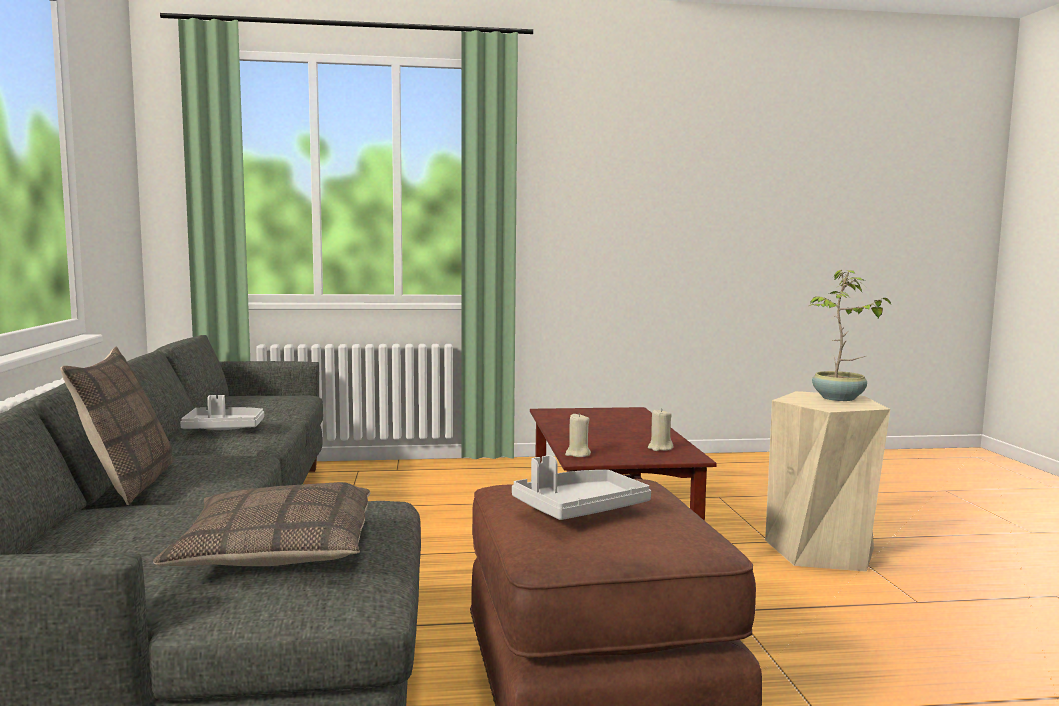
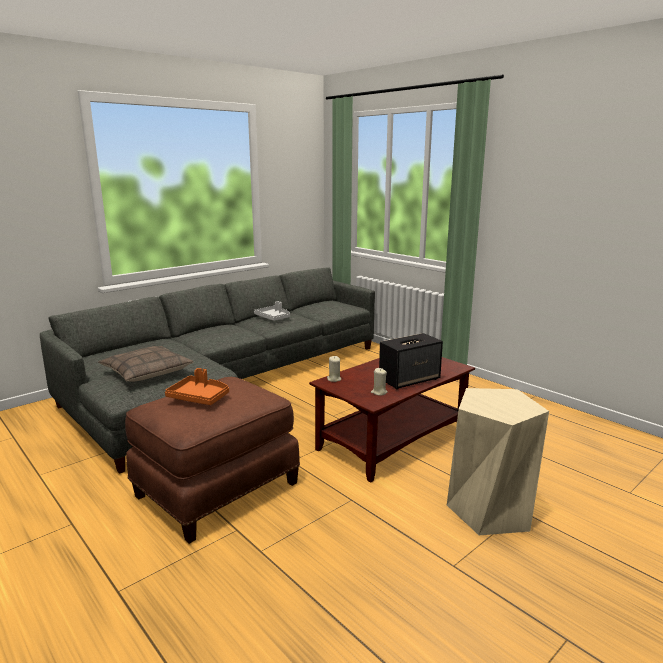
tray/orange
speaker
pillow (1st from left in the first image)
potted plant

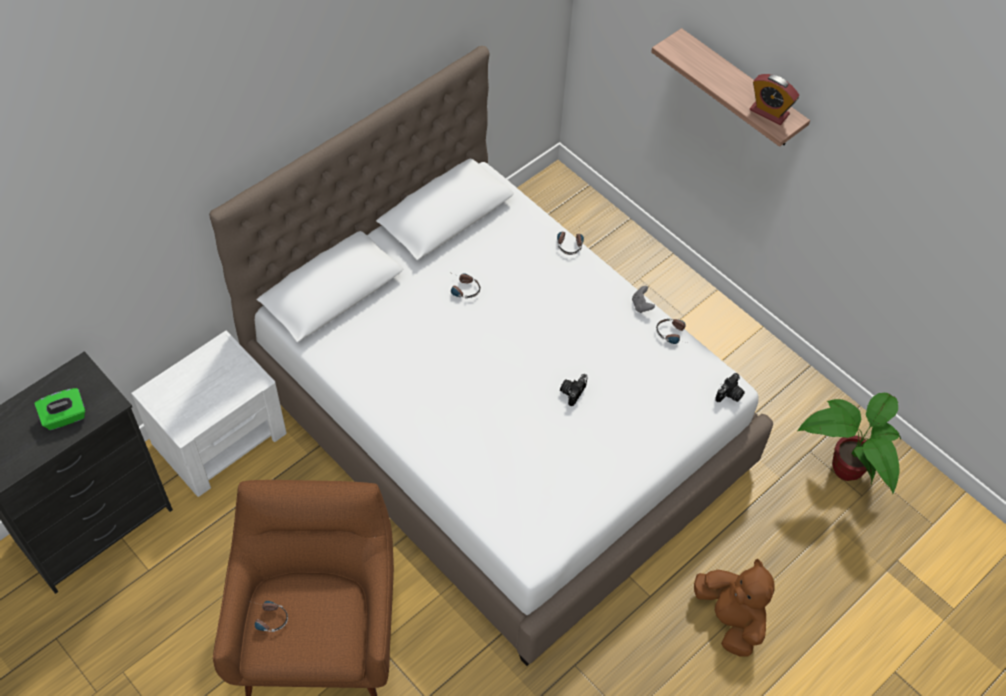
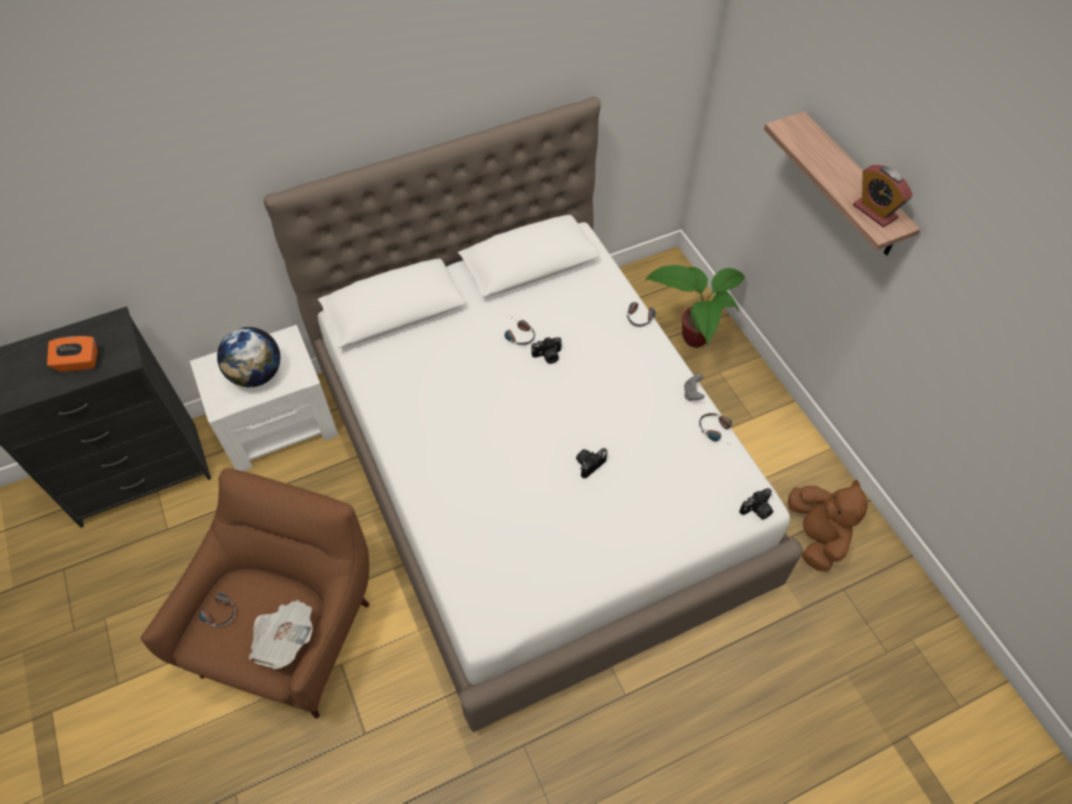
tissue box/orange
globe
newspaper
photo camera (1st from left)
potted plant
plush toy/brown

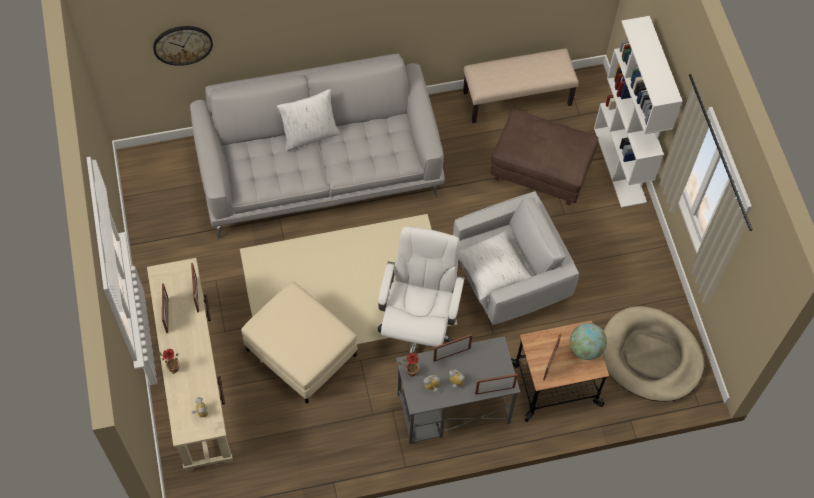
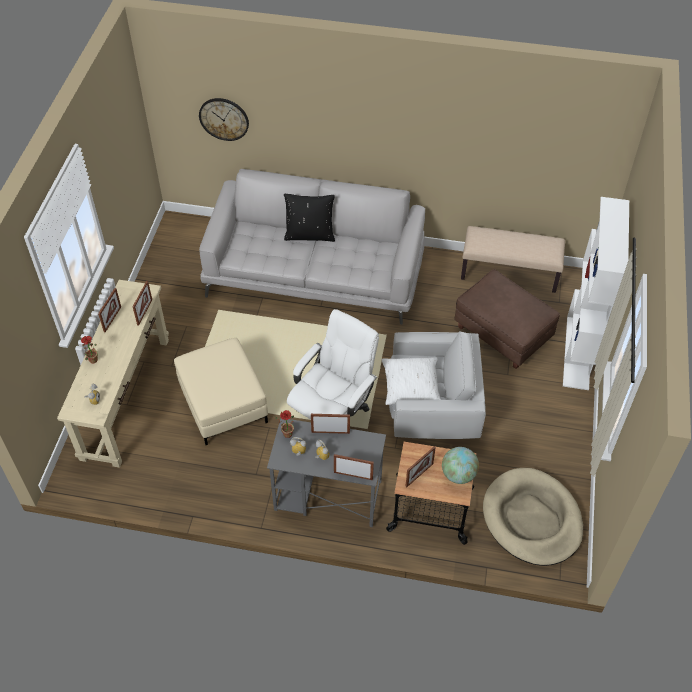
pillow/black

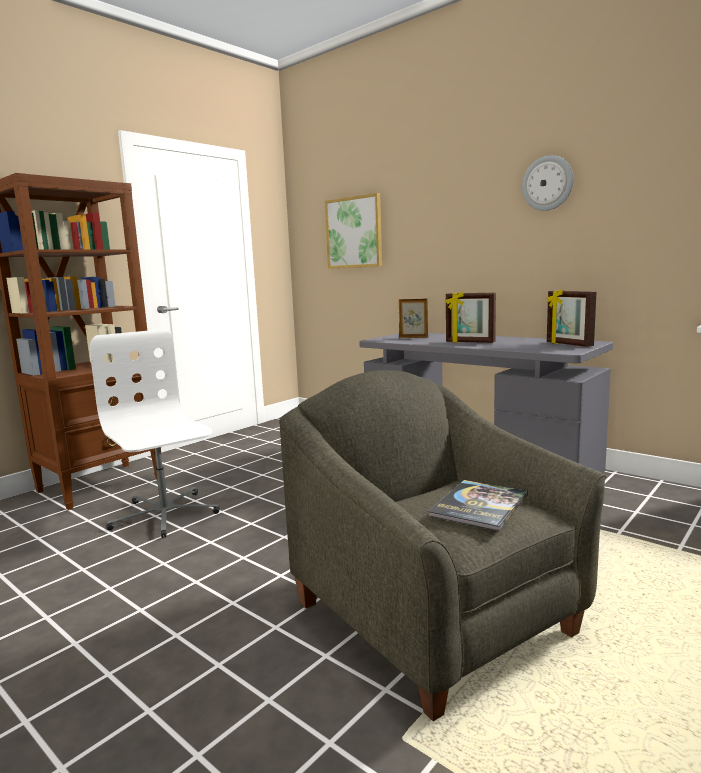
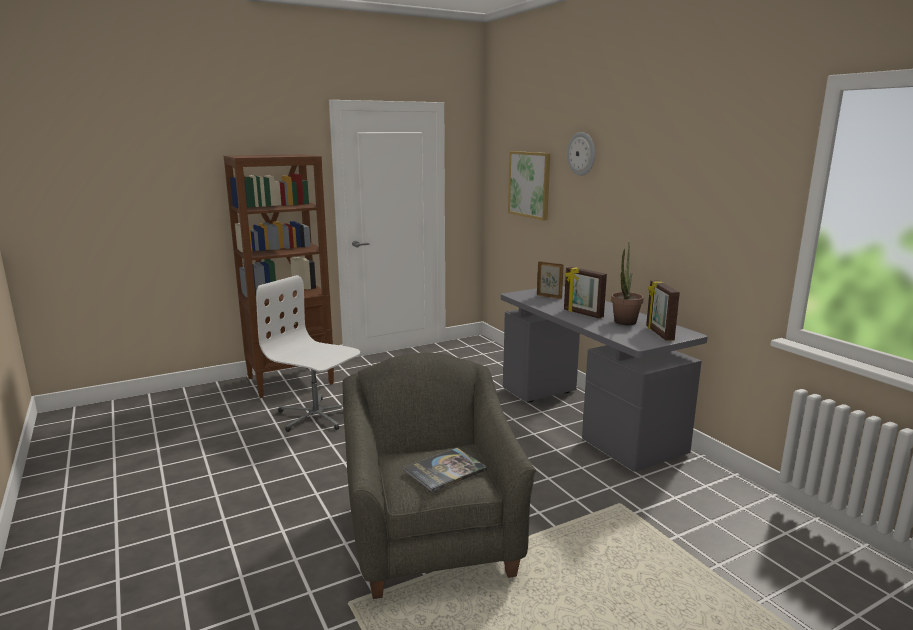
office chair/white
wall clock
potted plant

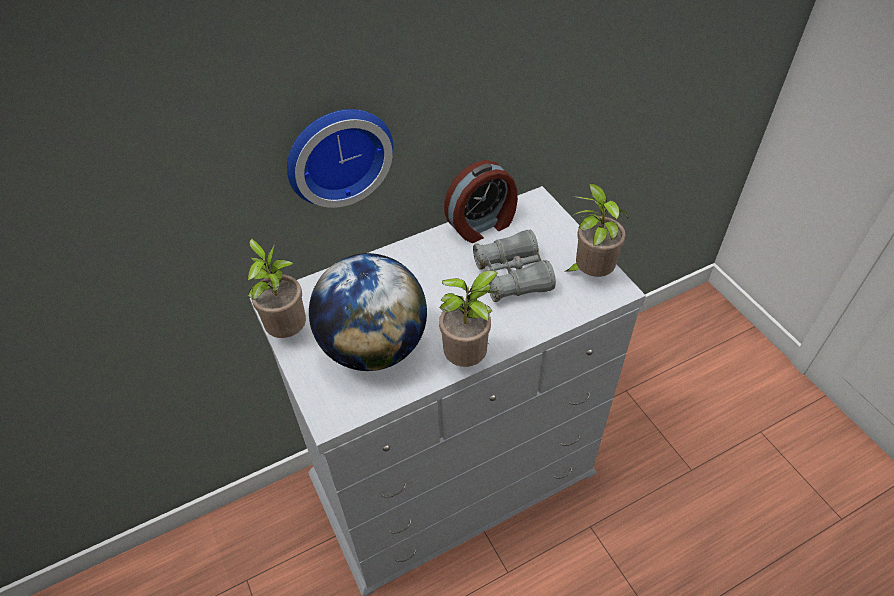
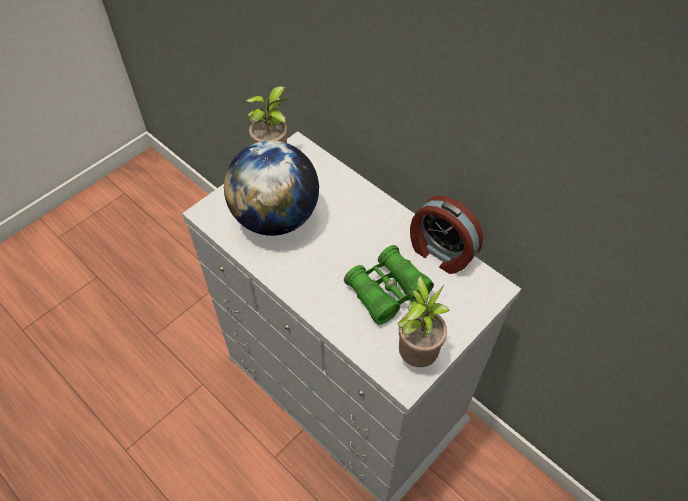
binoculars/green
wall clock
potted plant (2nd from left in the first image)

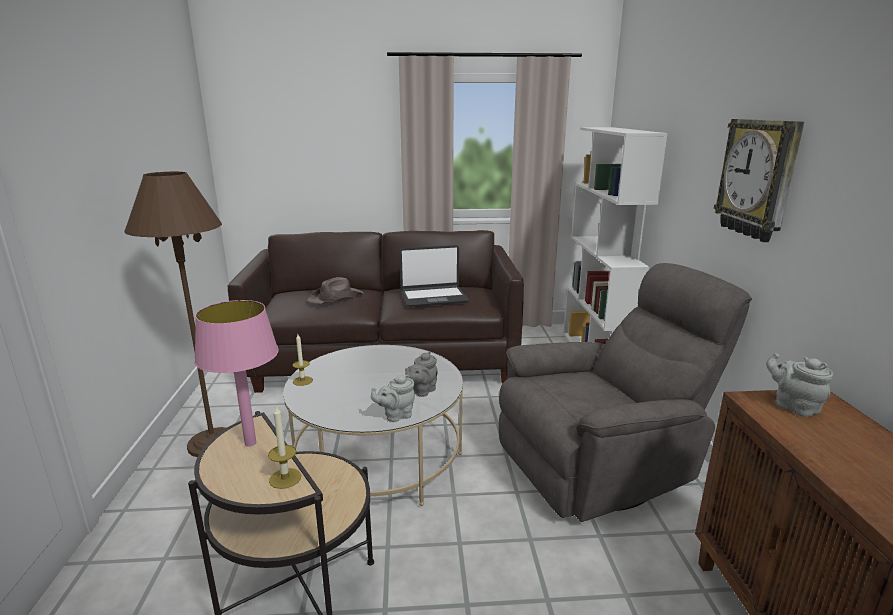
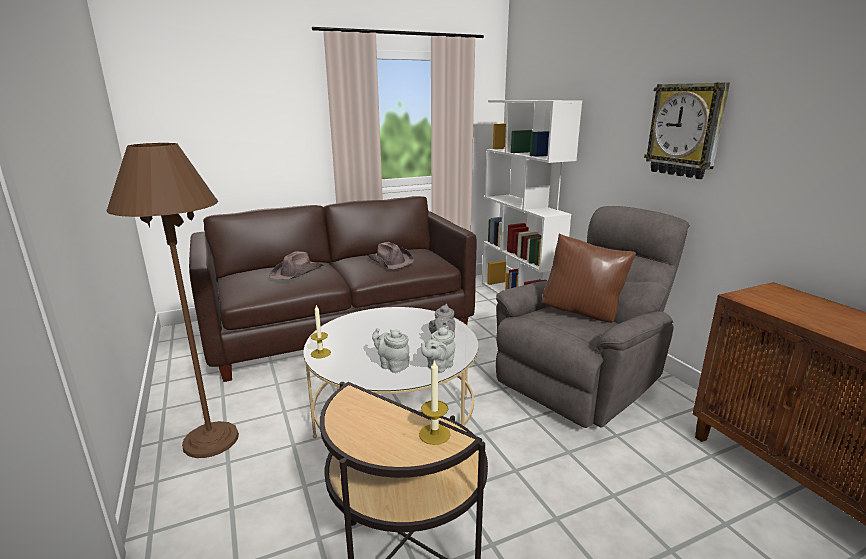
hat/brown (2nd from left)
teapot/grey (1st from left)
pillow/brown
table lamp/pink

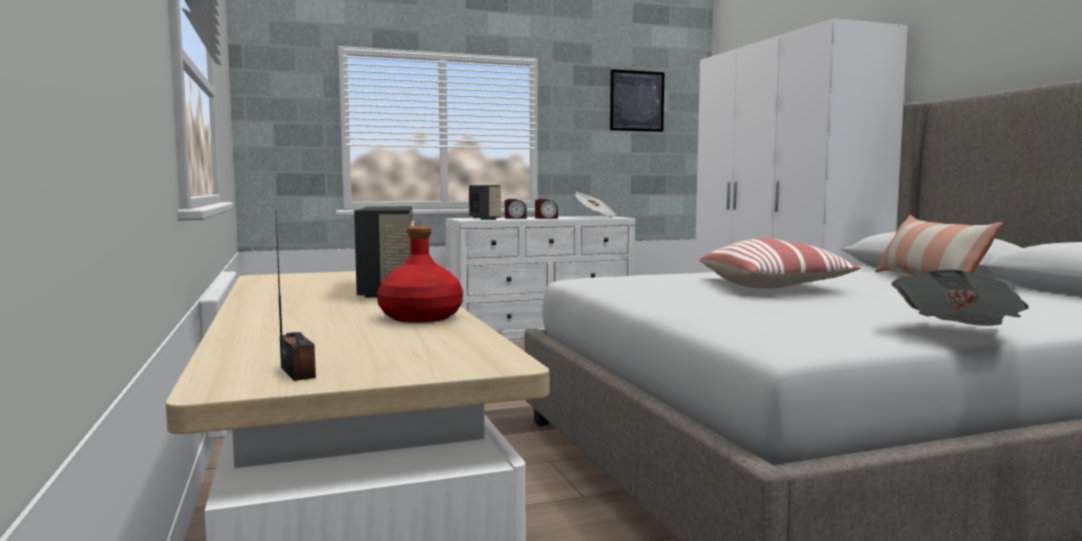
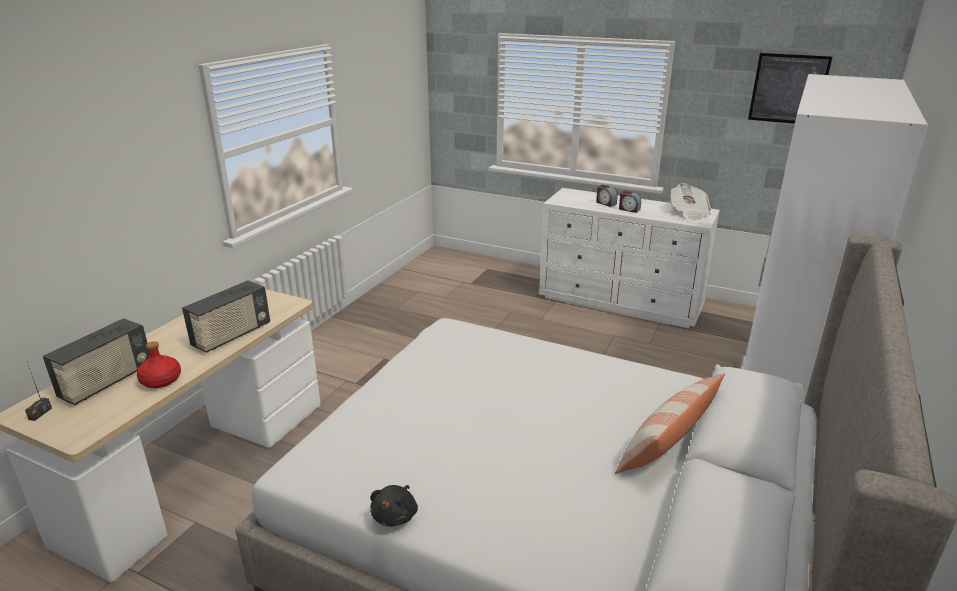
radio (2nd from left)
plush toy/black
pillow (1st from left in the first image)

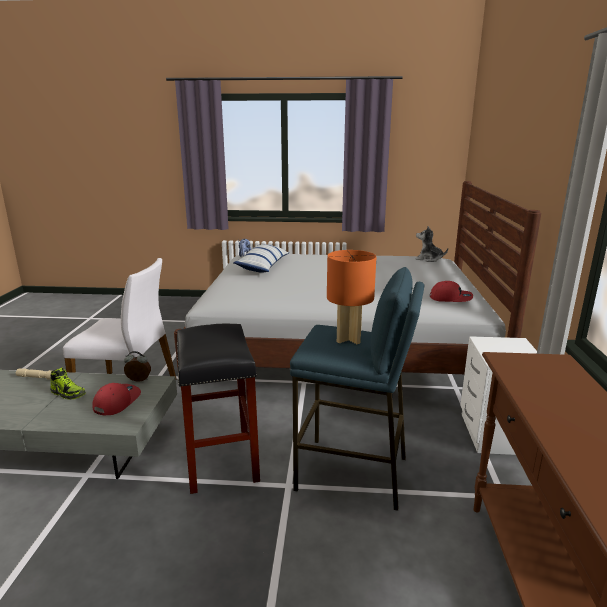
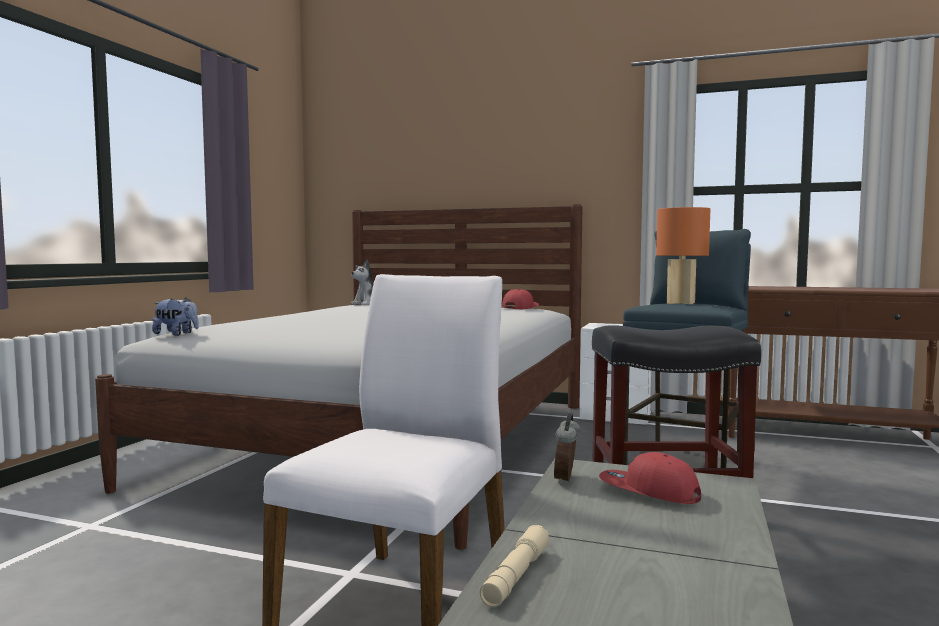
shoe
pillow

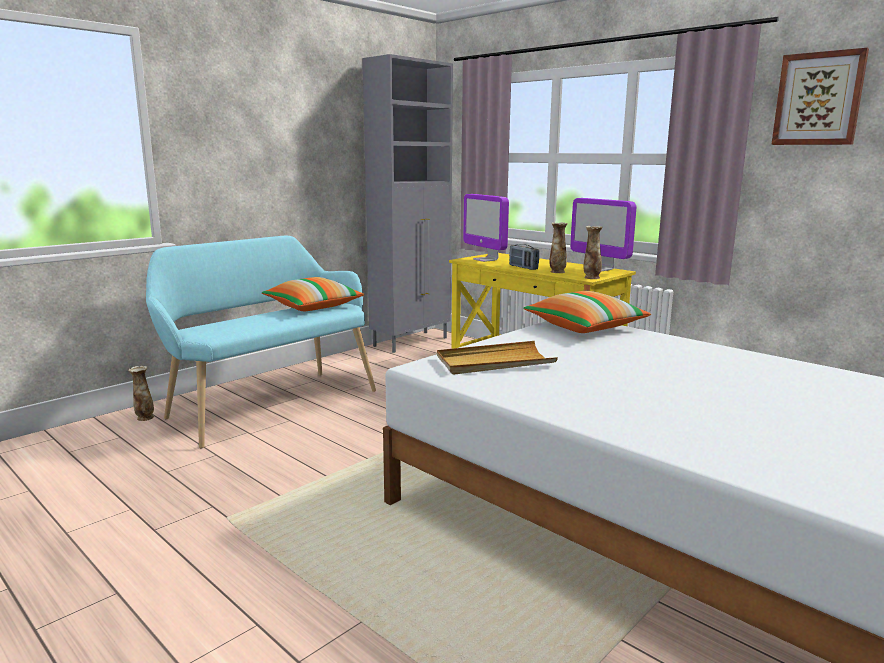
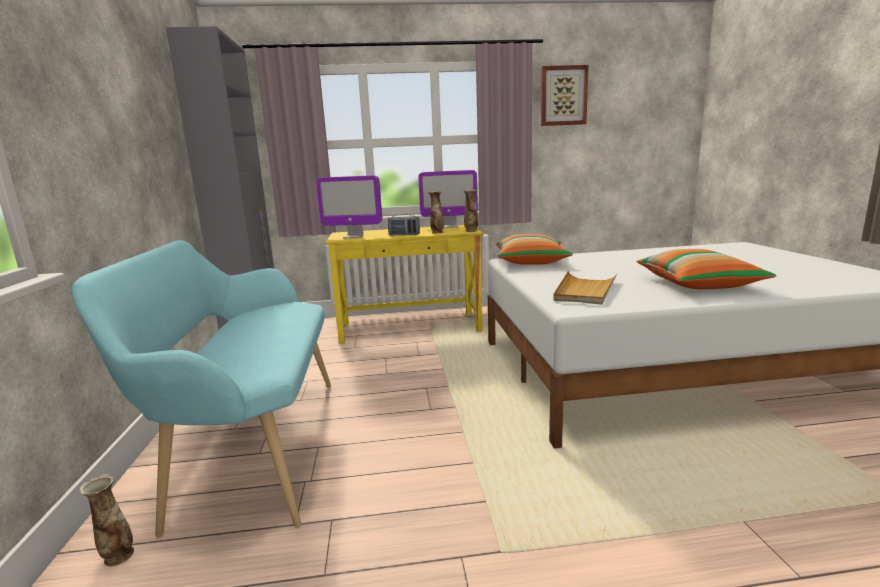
pillow (2nd from left)

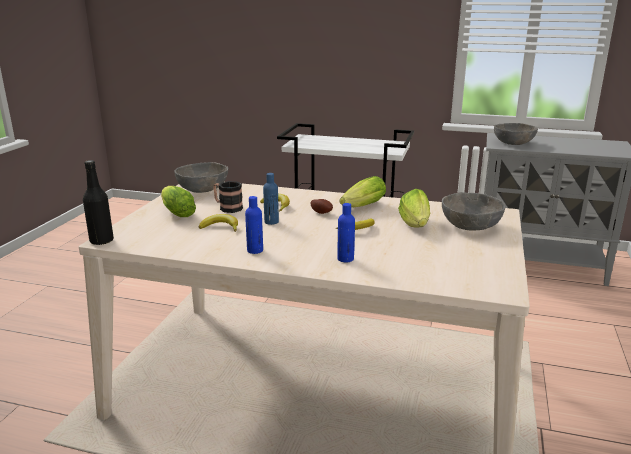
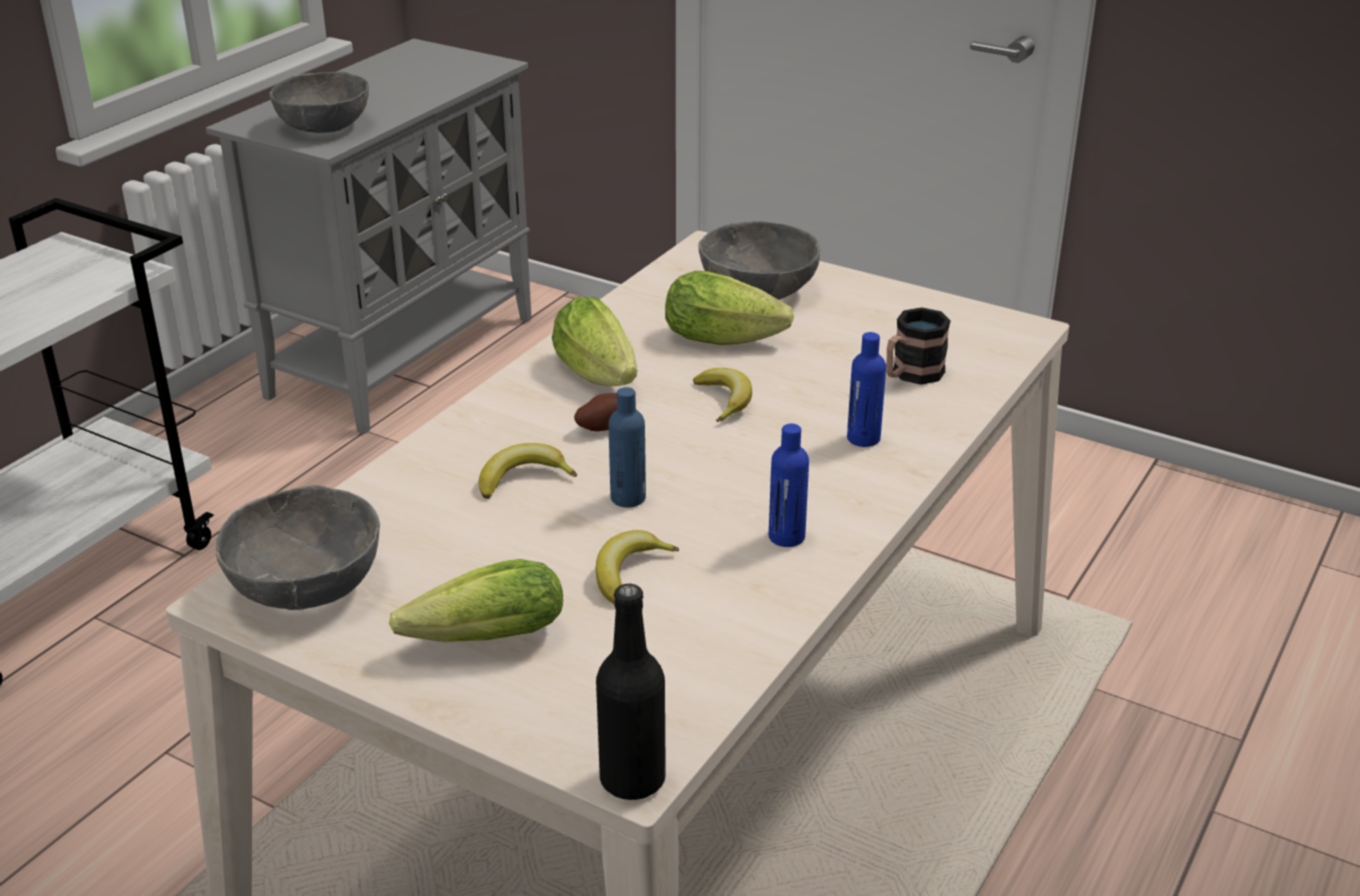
mug

